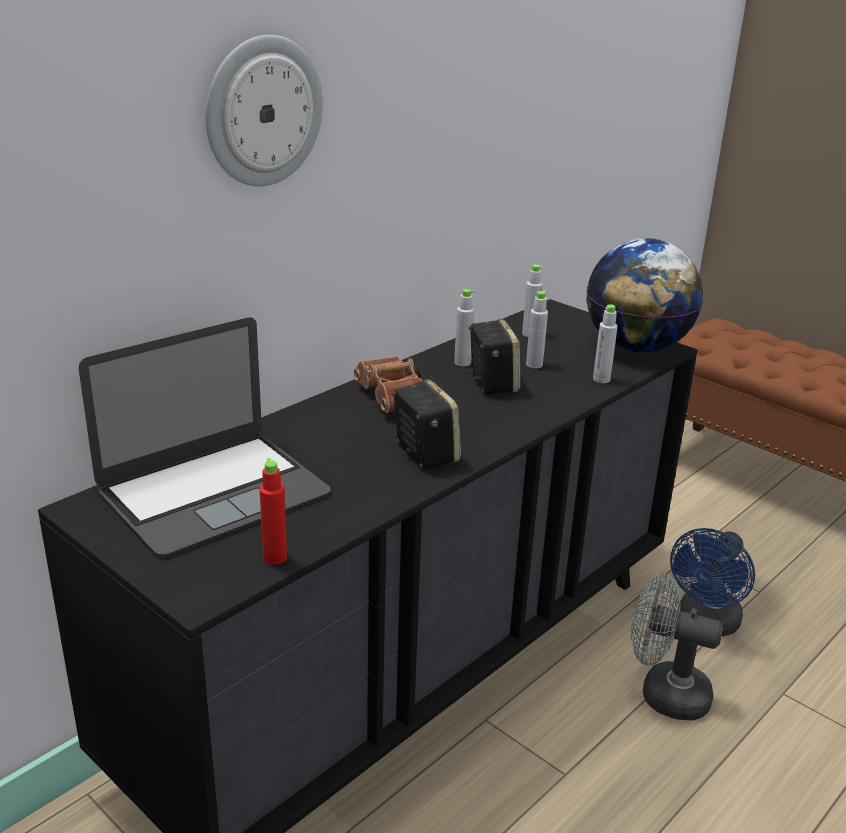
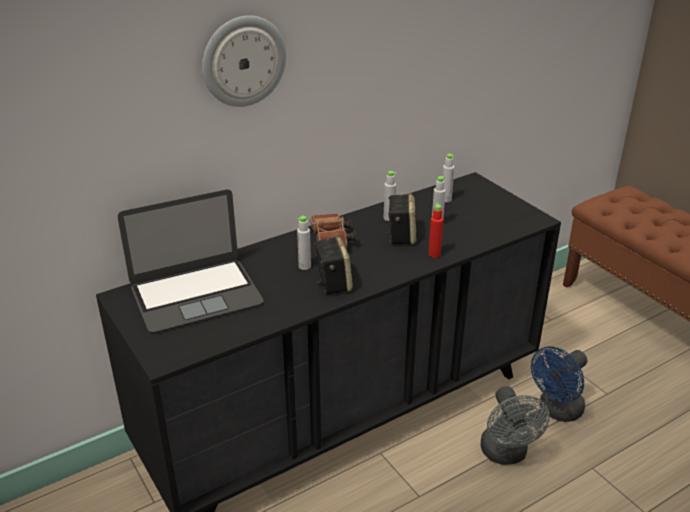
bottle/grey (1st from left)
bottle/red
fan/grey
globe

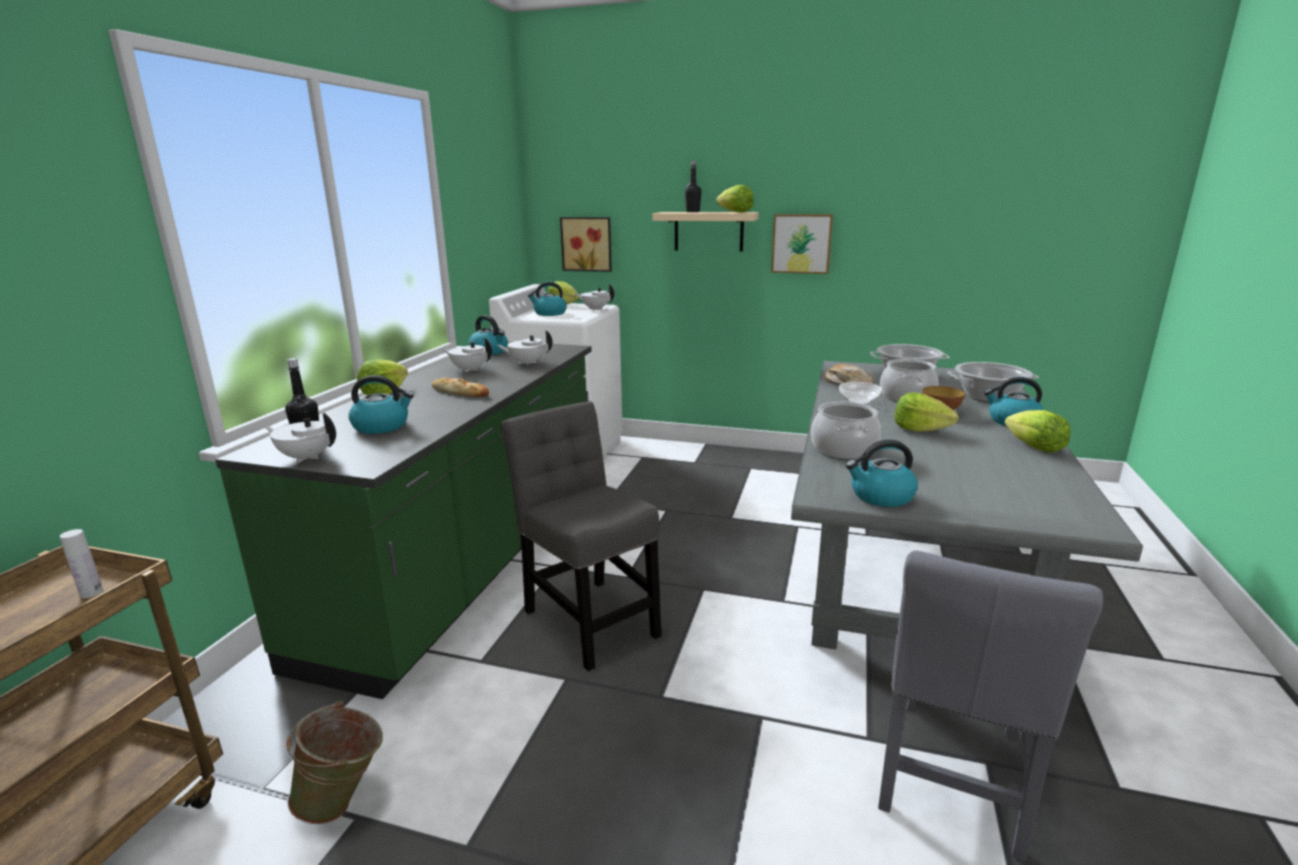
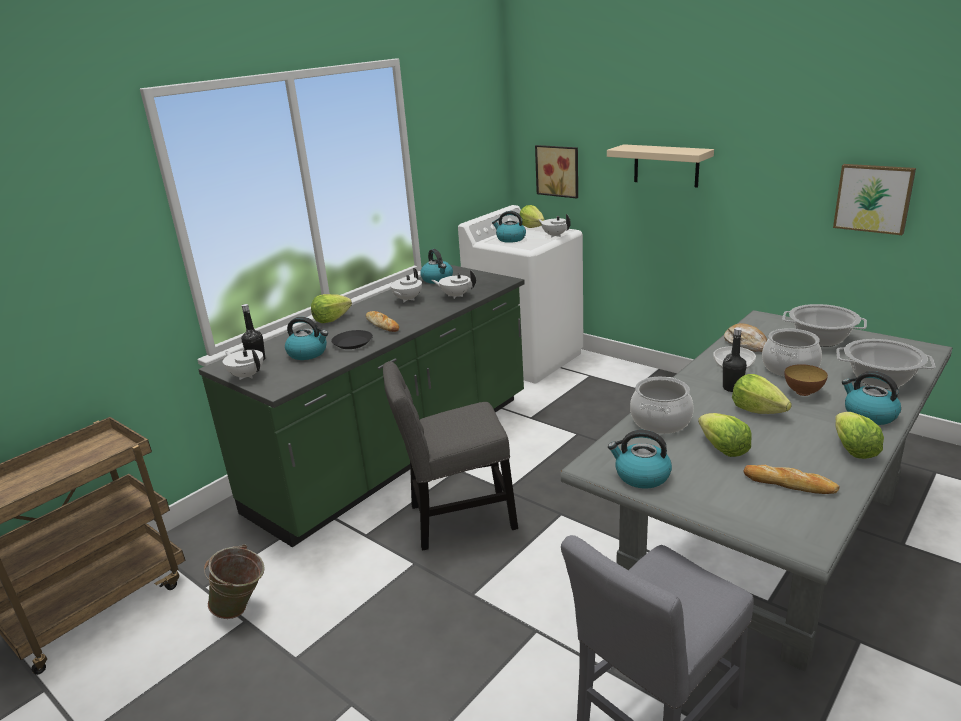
plate/black
chair/grey (1st from left)
teapot/white (2nd from left)
lettuce (3rd from left)
bottle/black (2nd from left)
bread (3rd from left)
picture (2nd from left)
bottle/white

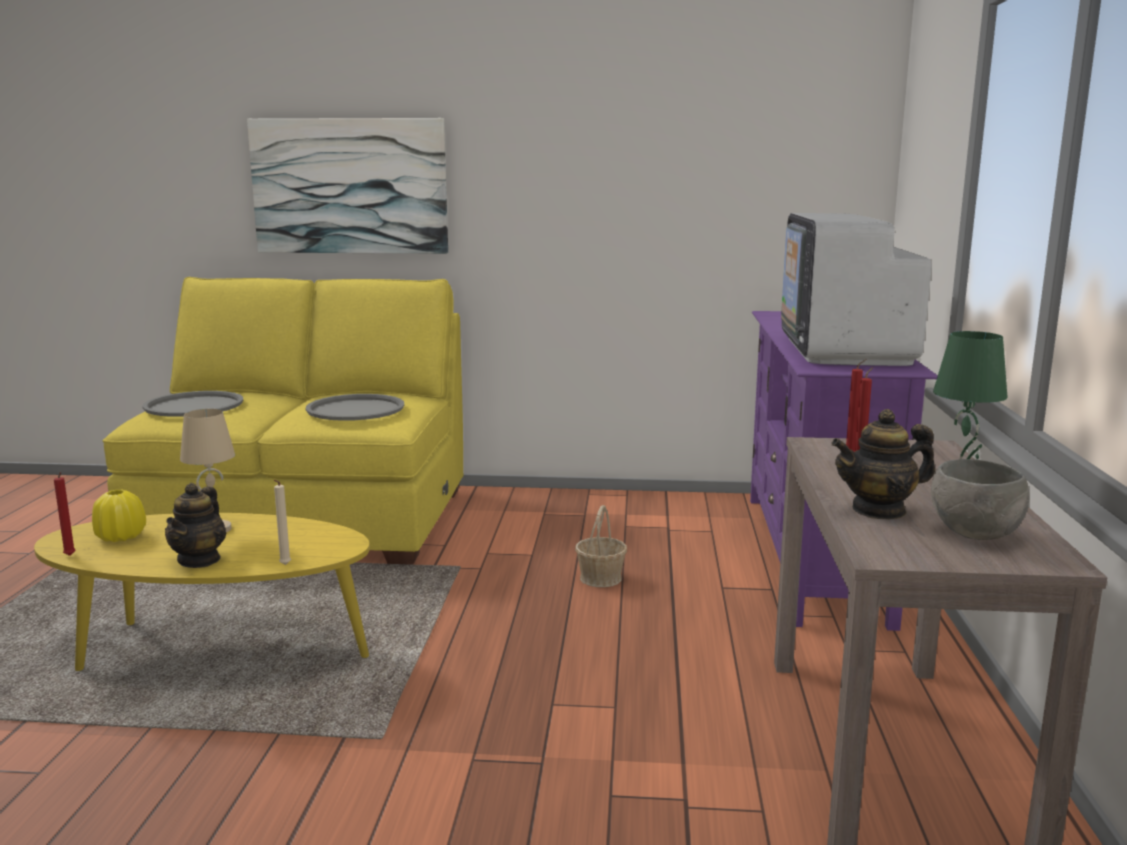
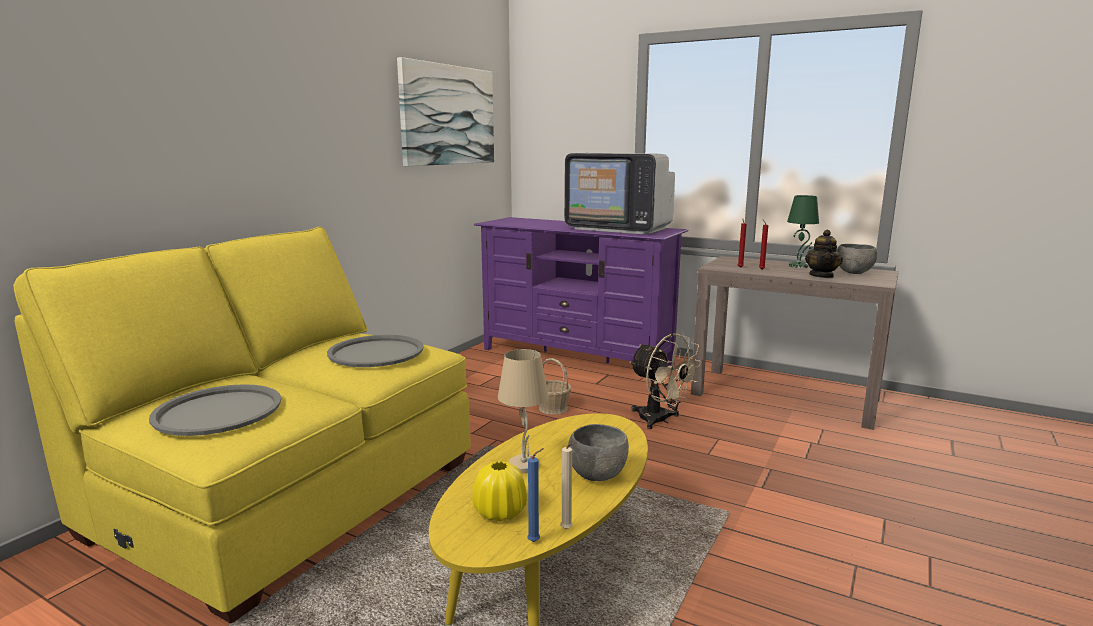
picture
candle/blue
candle/beige
bowl/grey (1st from left)
fan/beige

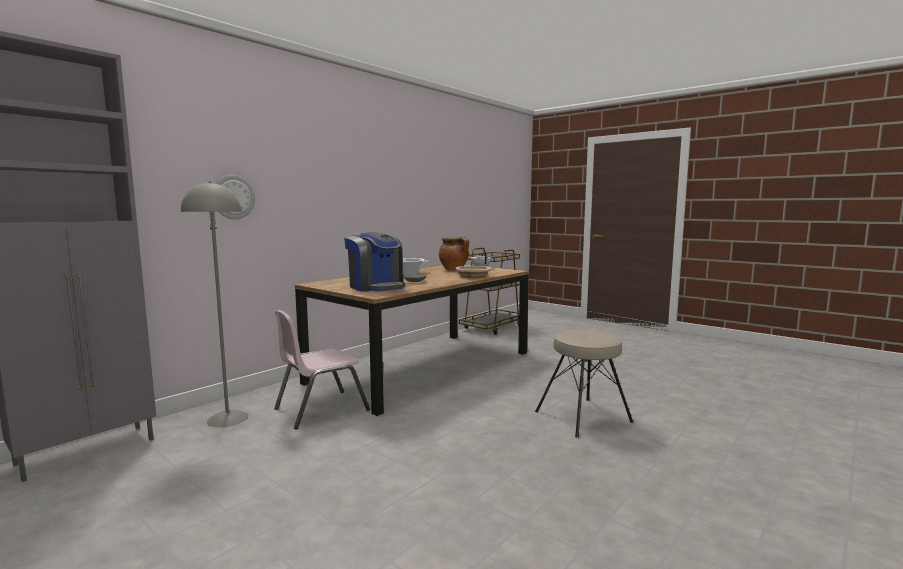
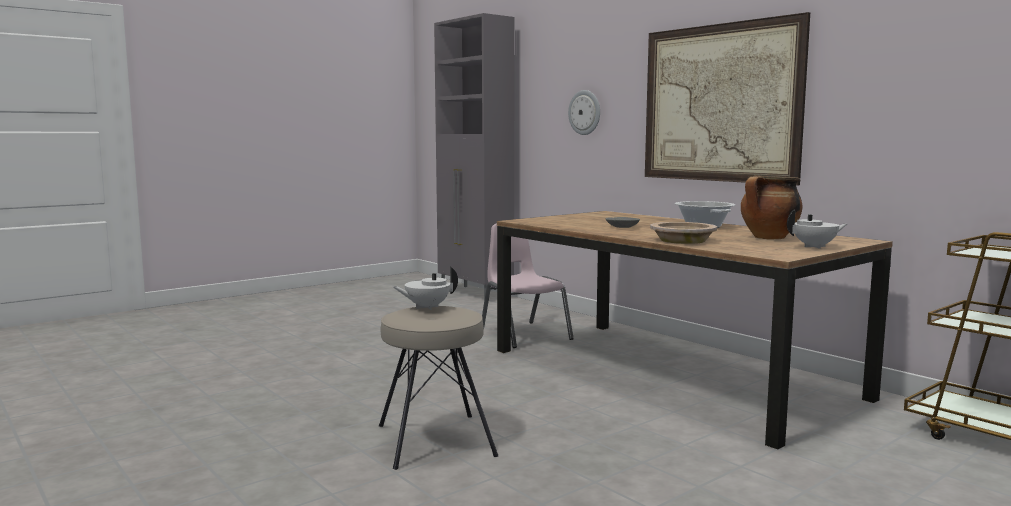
teapot/white (1st from left)
picture
floor lamp/grey
coffee machine

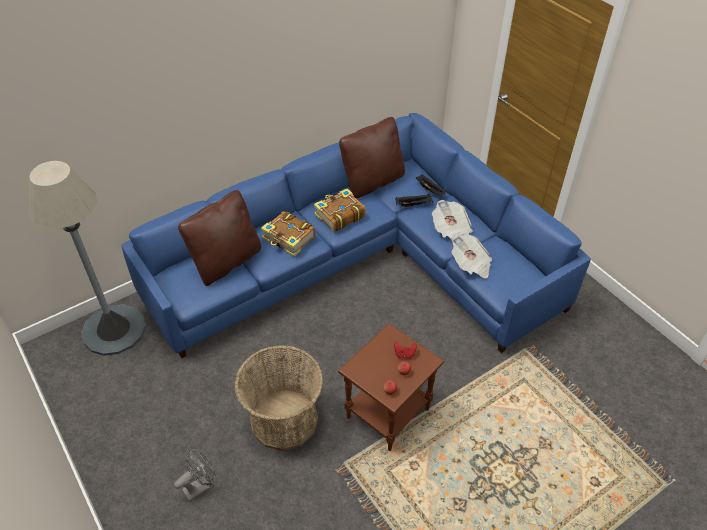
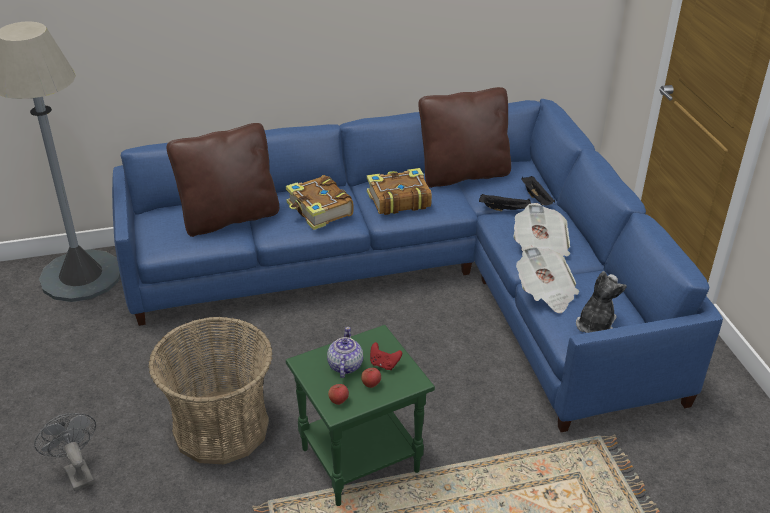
fan/grey
side table/green
teapot
plush toy

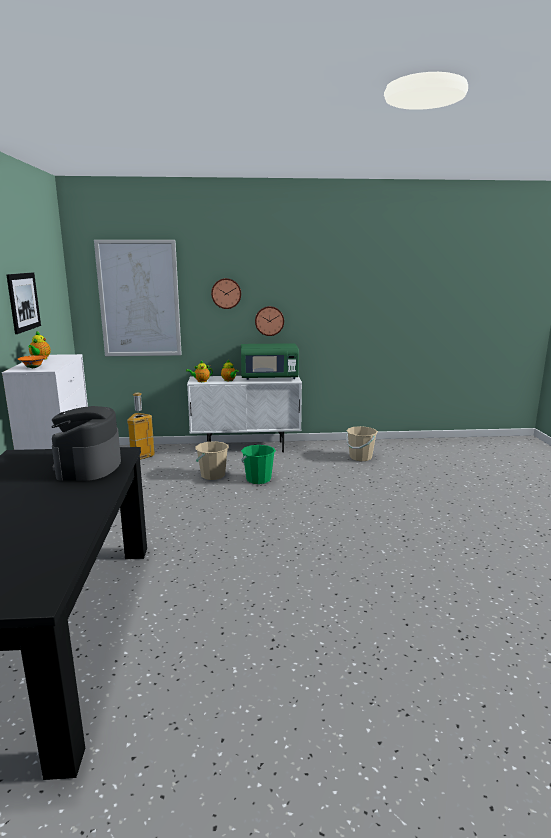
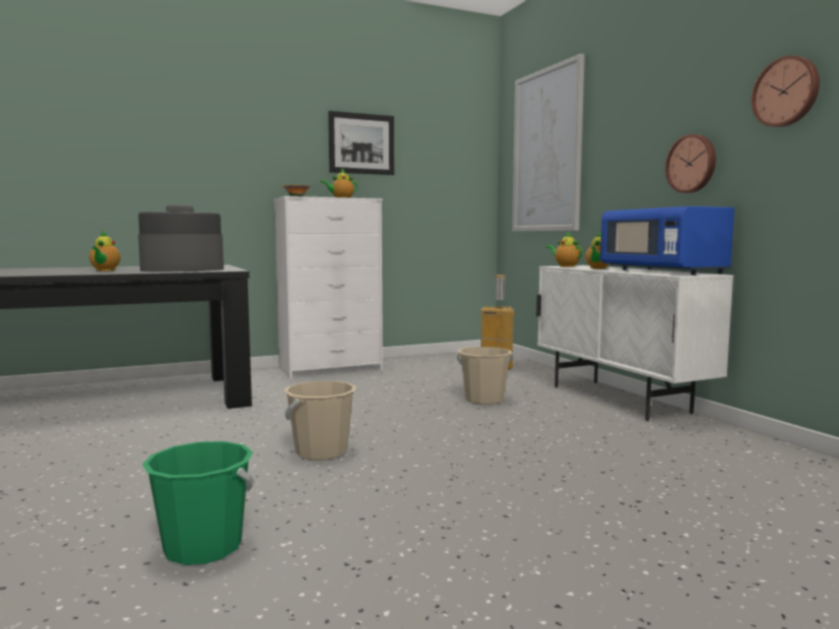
teapot (1st from left)
bucket/green
bucket/beige (1st from left)
microwave/blue
wall clock (2nd from left)

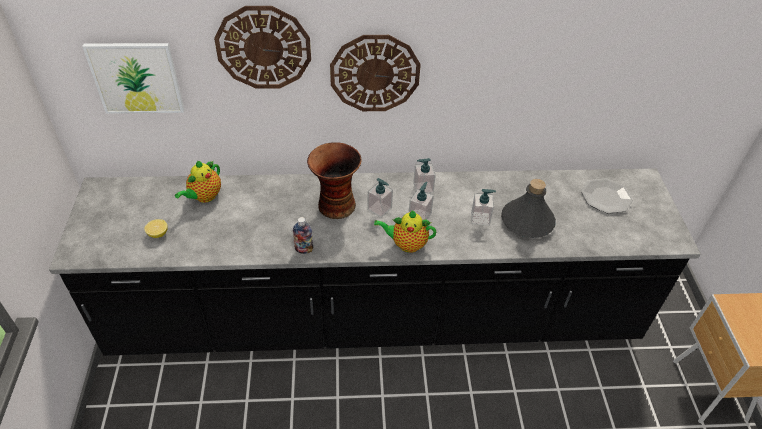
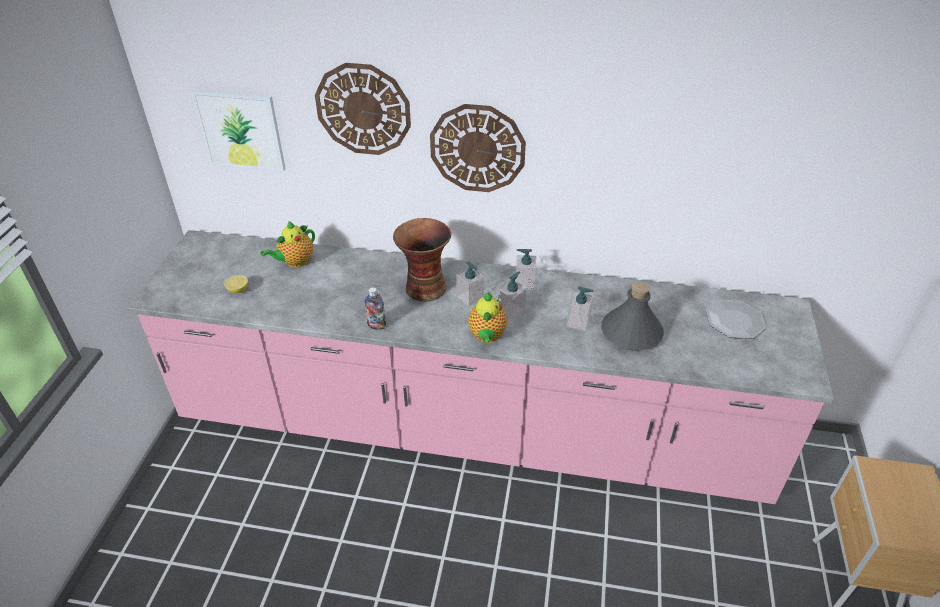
counter/pink
teapot (2nd from left)

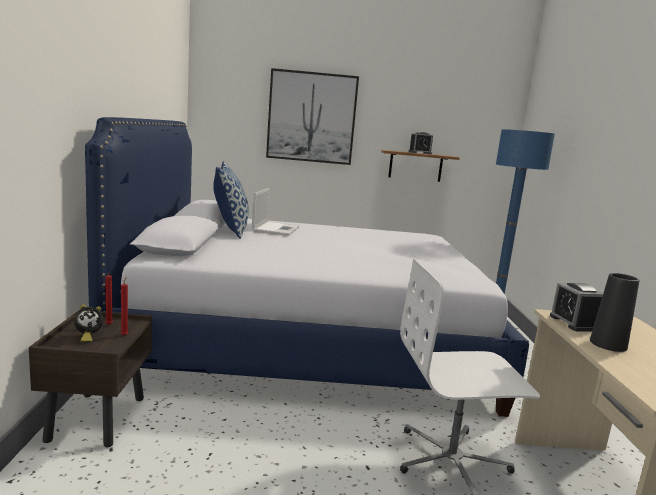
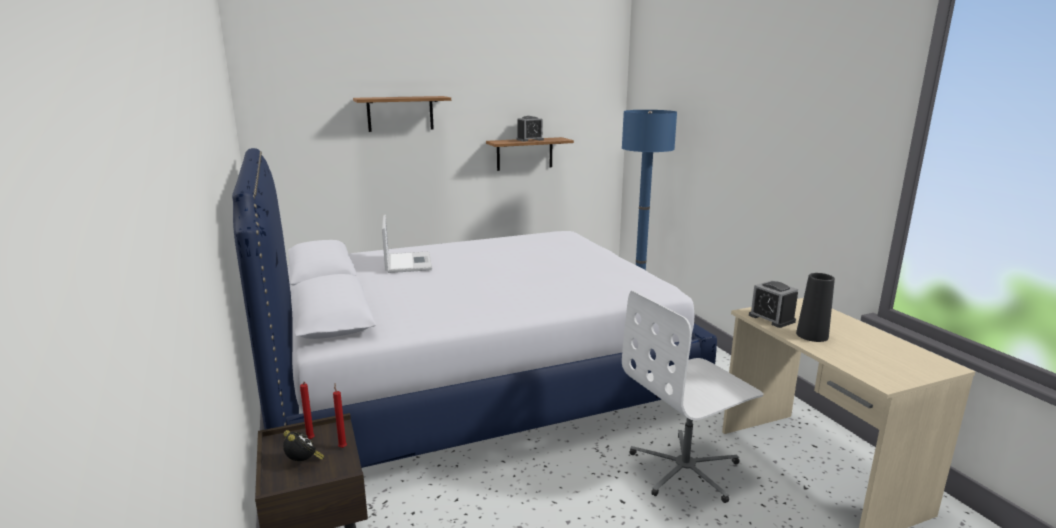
alarm clock (1st from left)
shelf (1st from left)
pillow

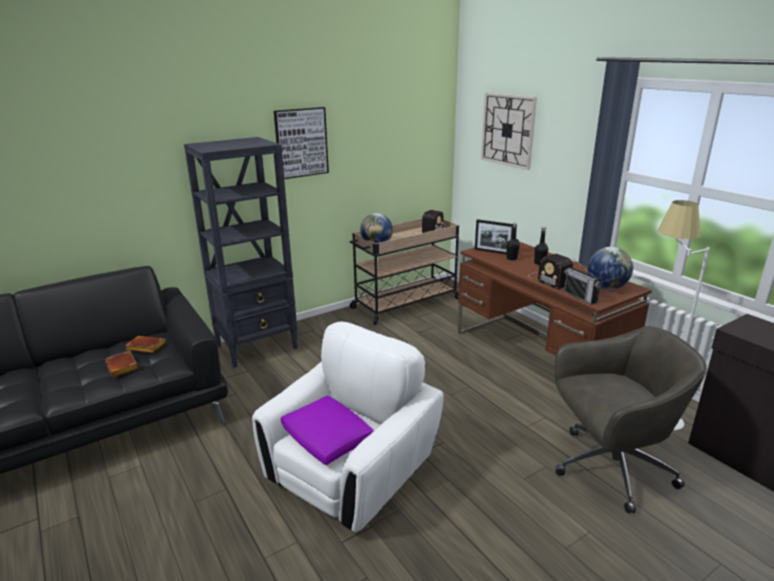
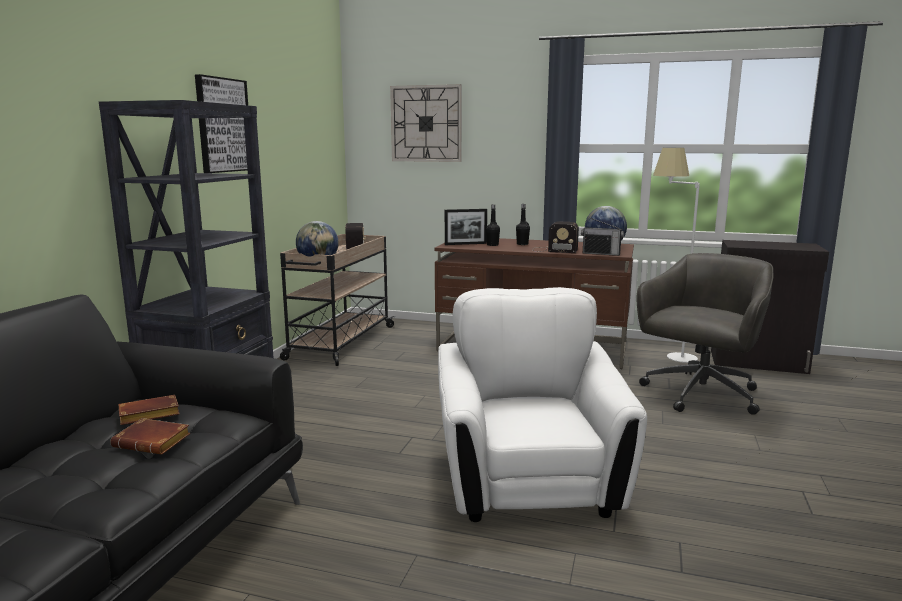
pillow/purple

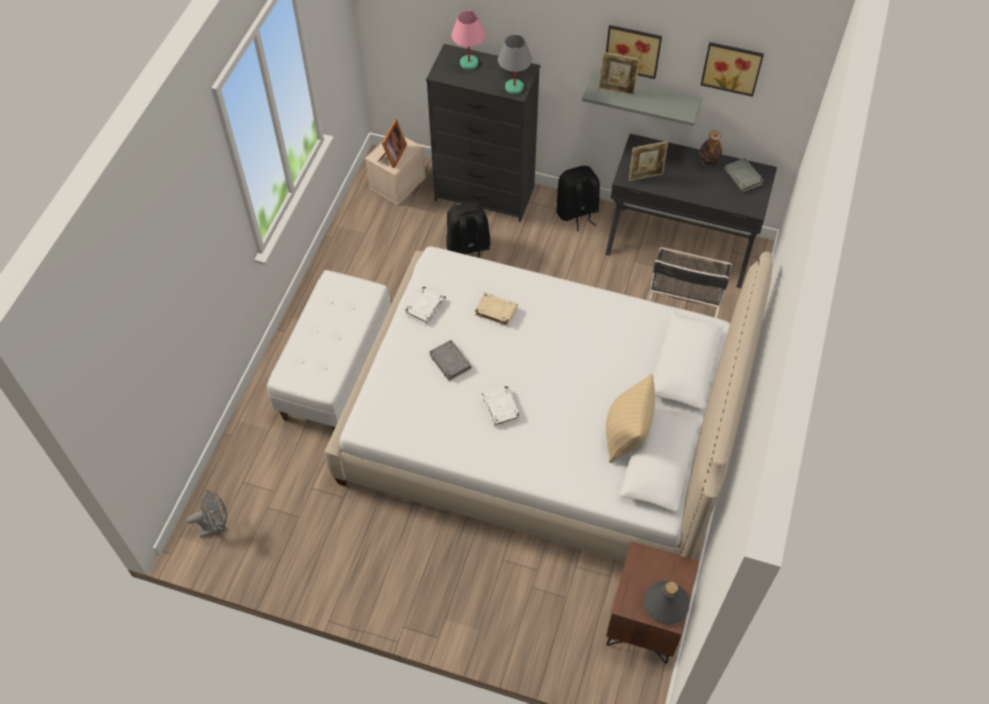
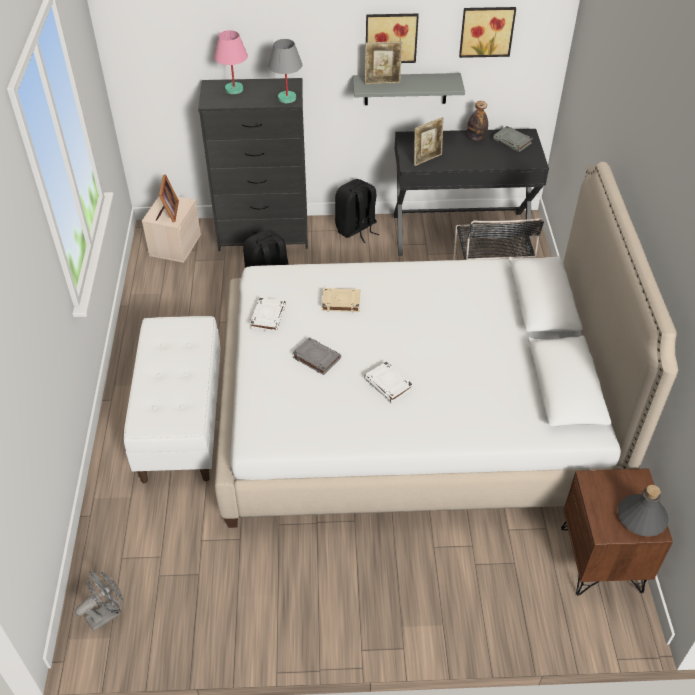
pillow/beige

